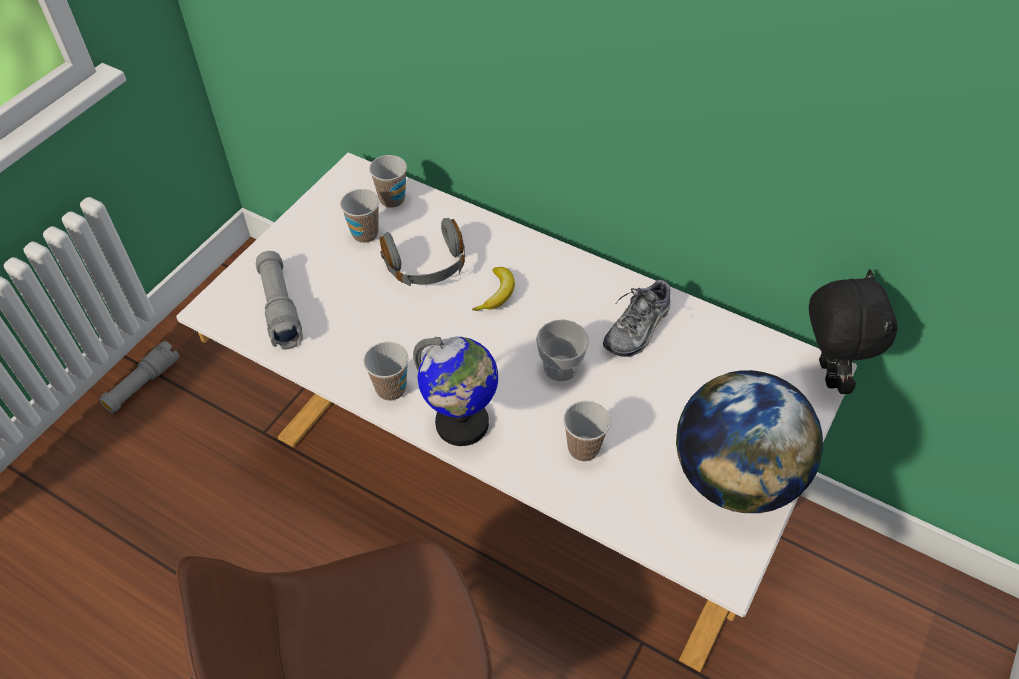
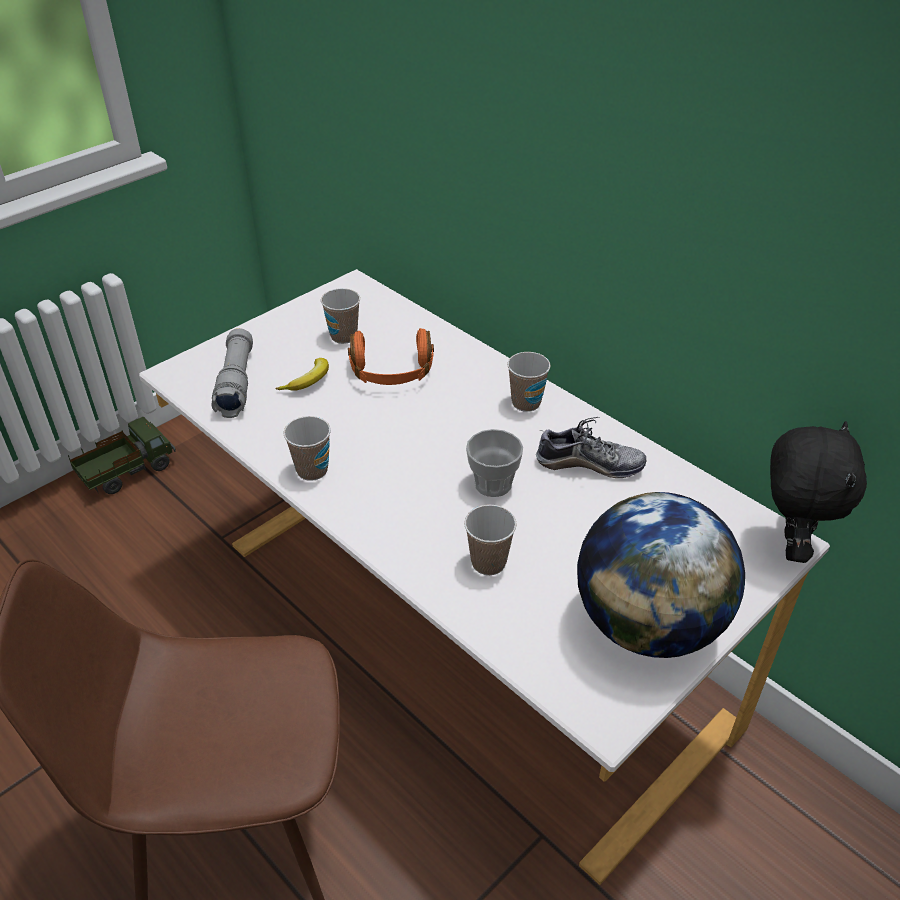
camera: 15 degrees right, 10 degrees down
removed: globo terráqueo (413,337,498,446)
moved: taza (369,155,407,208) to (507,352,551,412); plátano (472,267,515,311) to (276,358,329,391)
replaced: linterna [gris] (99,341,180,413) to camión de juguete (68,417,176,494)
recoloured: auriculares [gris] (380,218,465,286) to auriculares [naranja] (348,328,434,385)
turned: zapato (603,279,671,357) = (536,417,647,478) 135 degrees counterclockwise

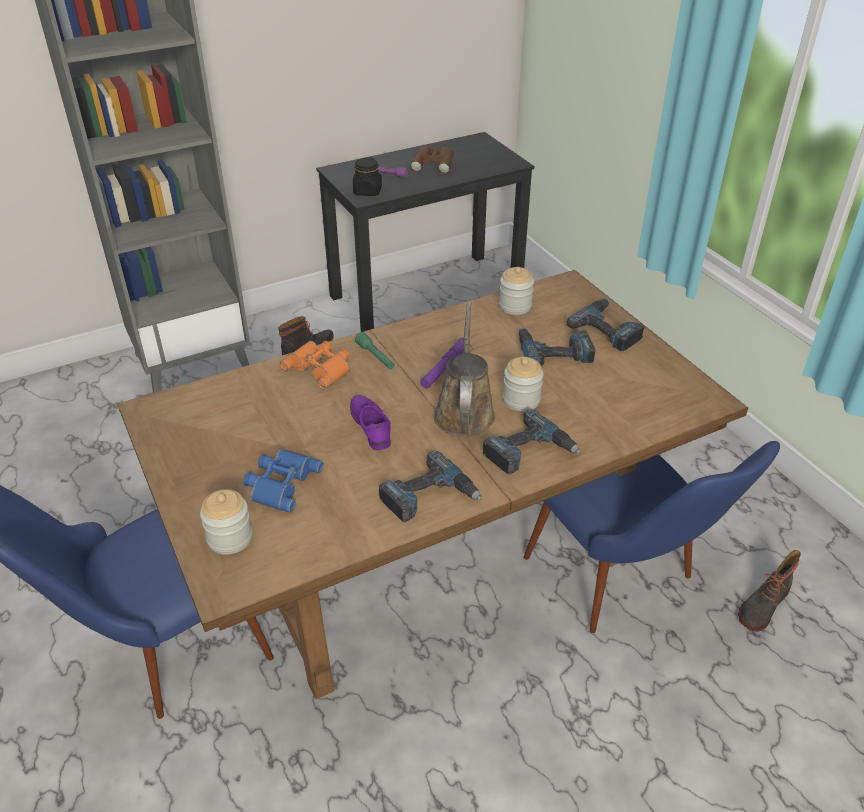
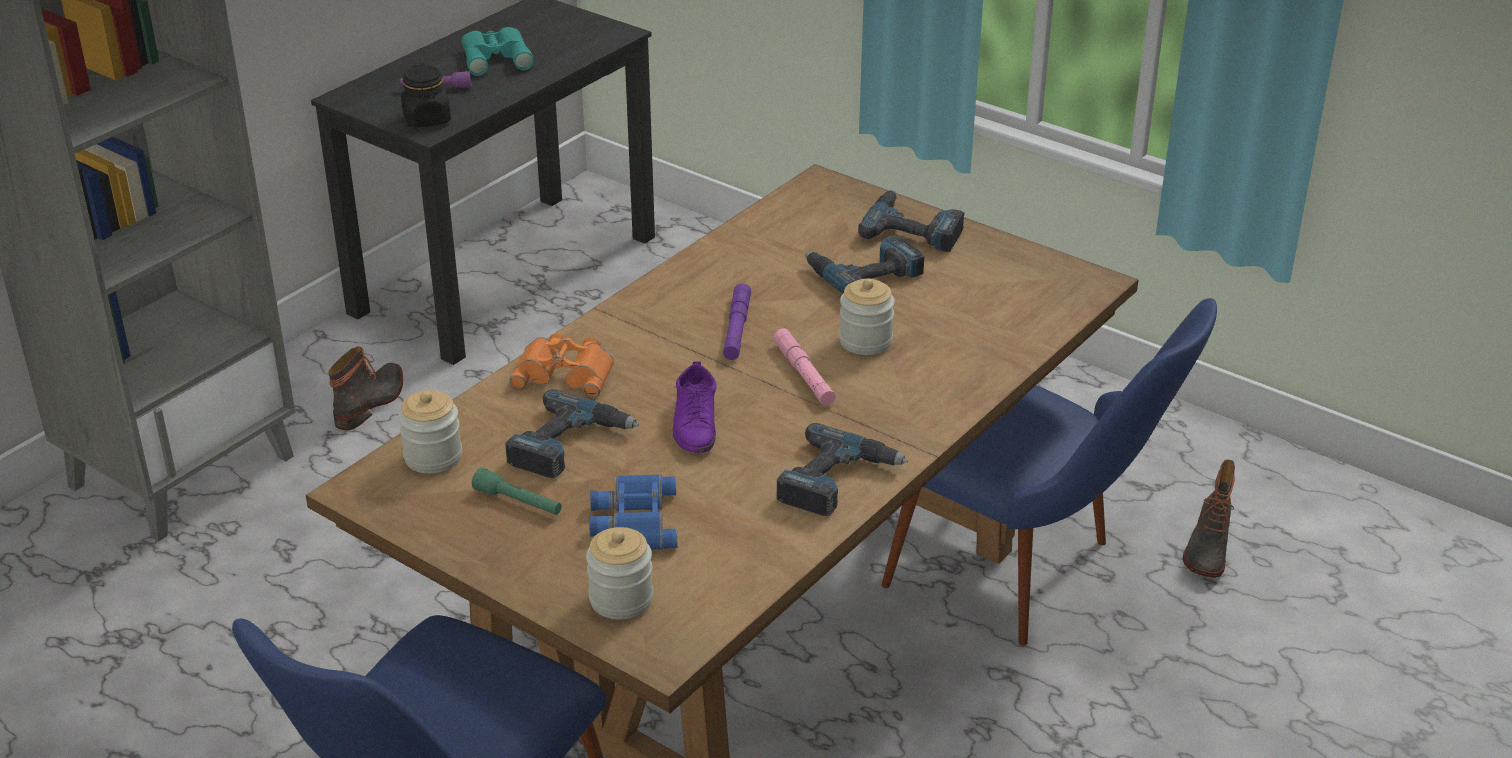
camera: 25 degrees left, 5 degrees down
moved: tarro (499,267,534,315) to (398,390,462,474); linterna [verde] (355,332,395,369) to (472,468,562,515); taladro (483,409,581,475) to (505,389,639,478)
replaced: regadera [marrón] (434,302,495,437) to linterna [rosa] (773,328,836,406)
recoloured: prismáticos [marrón] (410,145,454,174) to prismáticos [turquesa] (461,27,534,76)
turned: zapato [morado] (350,395,391,450) = (673,361,717,453) 135 degrees counterclockwise

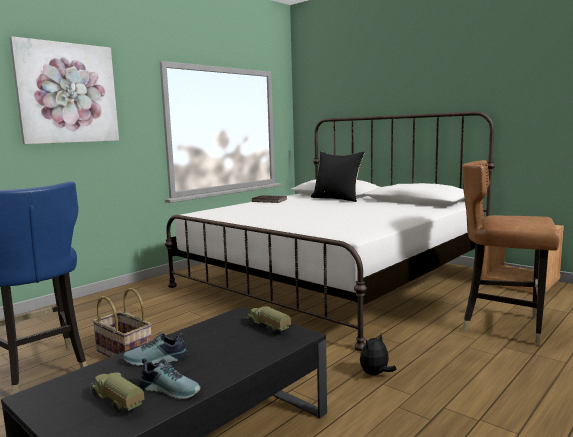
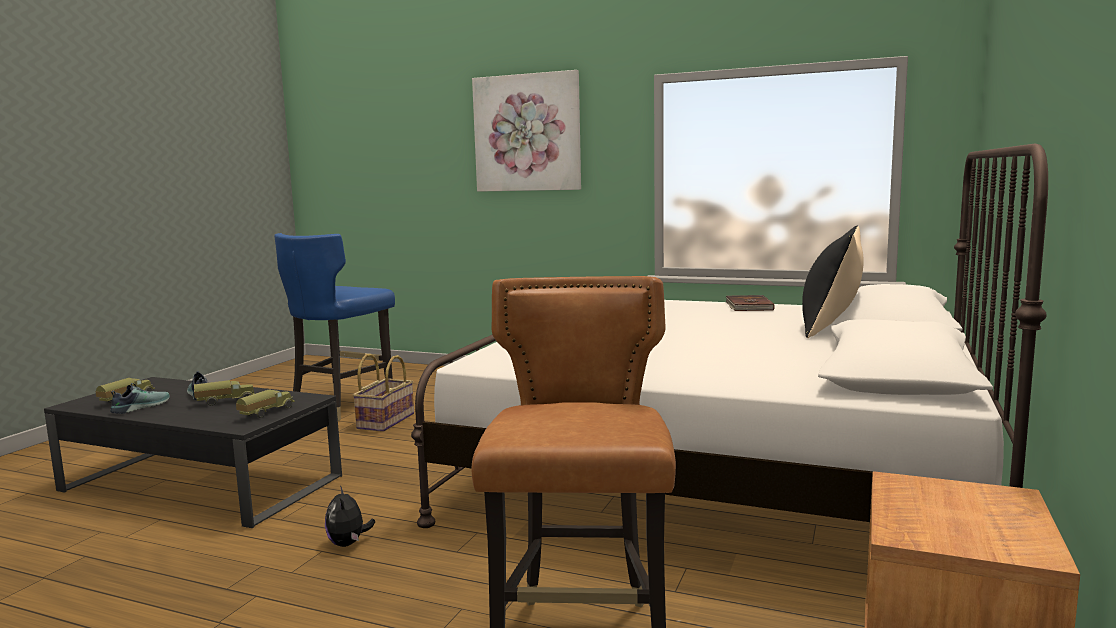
camera: 70 degrees right, 0 degrees up
added: camión de juguete (194,380,254,406)
turned: peluche (360,334,397,375) = (325,486,375,547) 135 degrees counterclockwise; zapato (139,358,201,399) = (110,383,170,414) 150 degrees counterclockwise

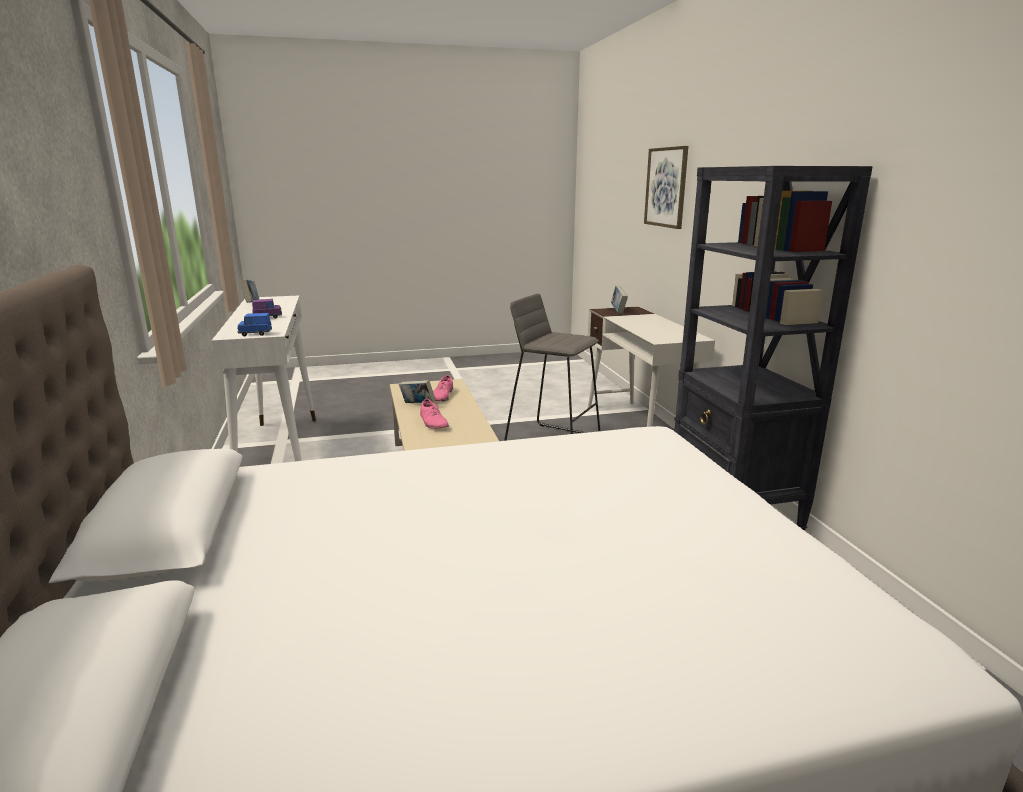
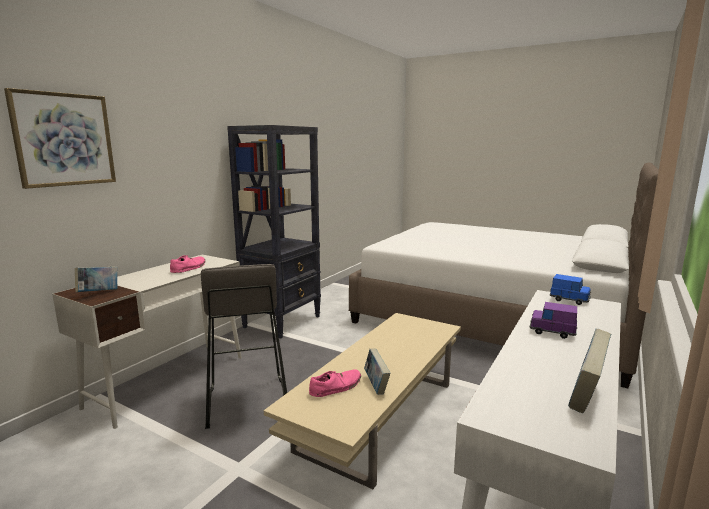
camera: 135 degrees left, 5 degrees down
moved: zapato [rosa] (420,399,449,429) to (170,255,205,273)

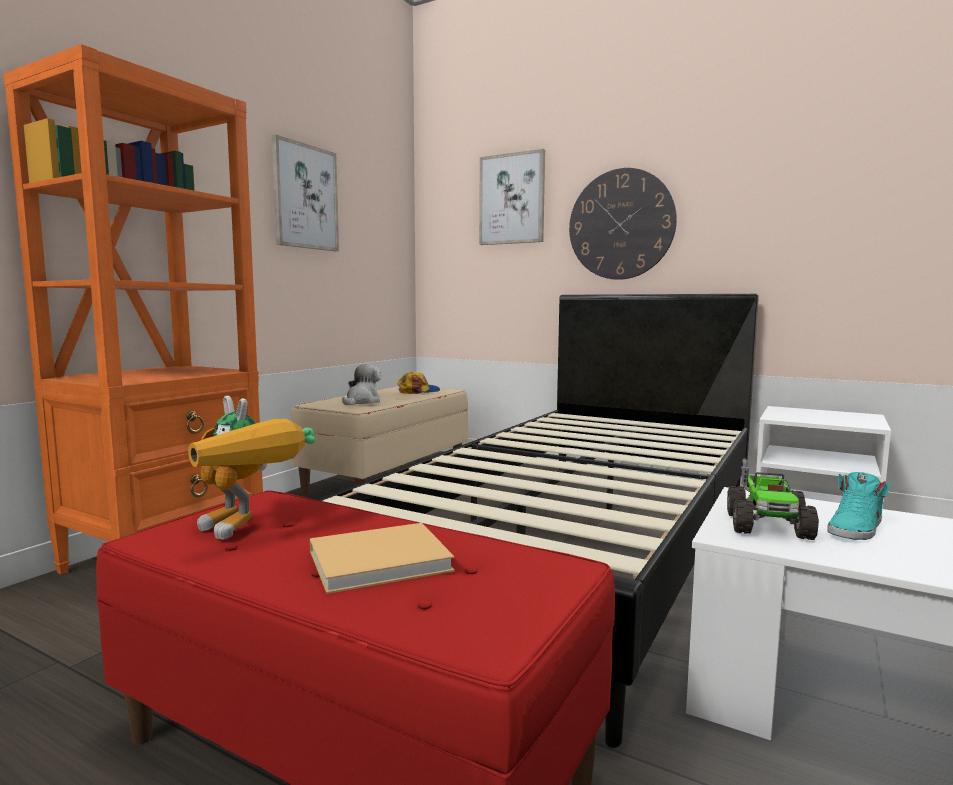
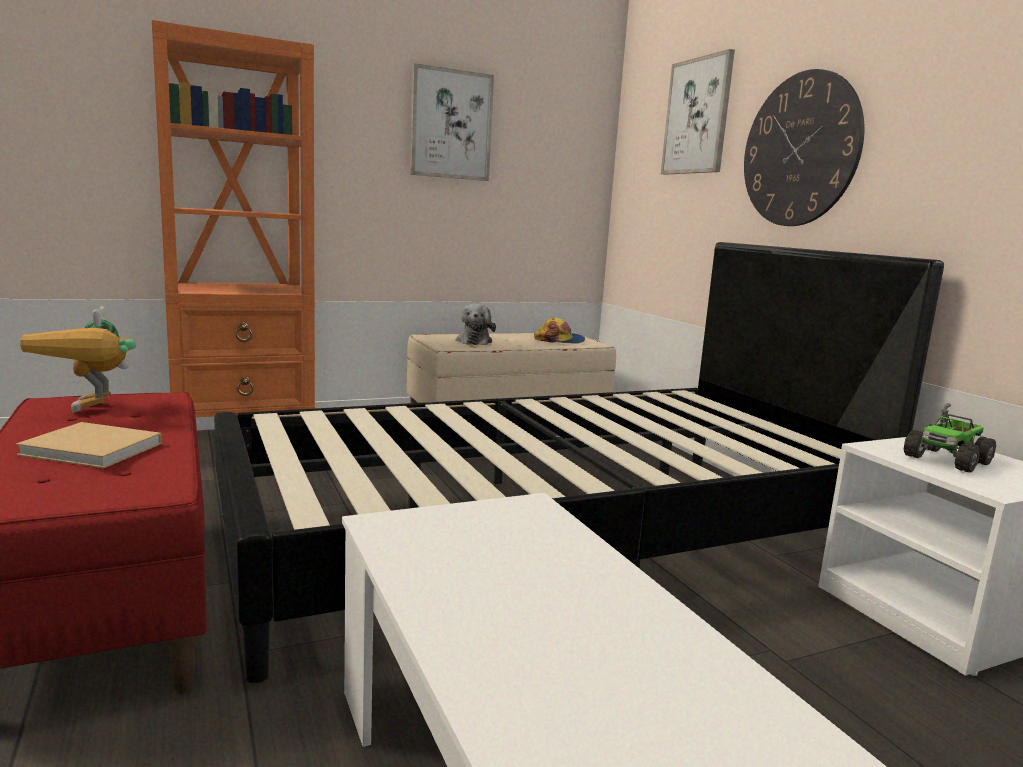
camera: 35 degrees right, 5 degrees up
removed: zapato [turquesa] (827,472,891,540)
moved: camión de juguete (727,458,819,540) to (904,403,996,473)
turned: peluche (342,364,381,405) = (456,303,496,345) 120 degrees clockwise

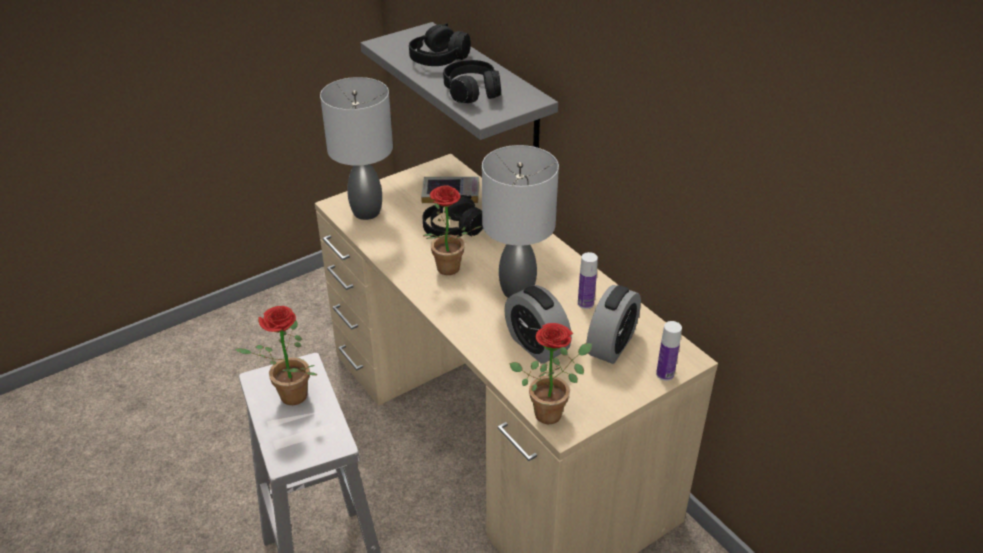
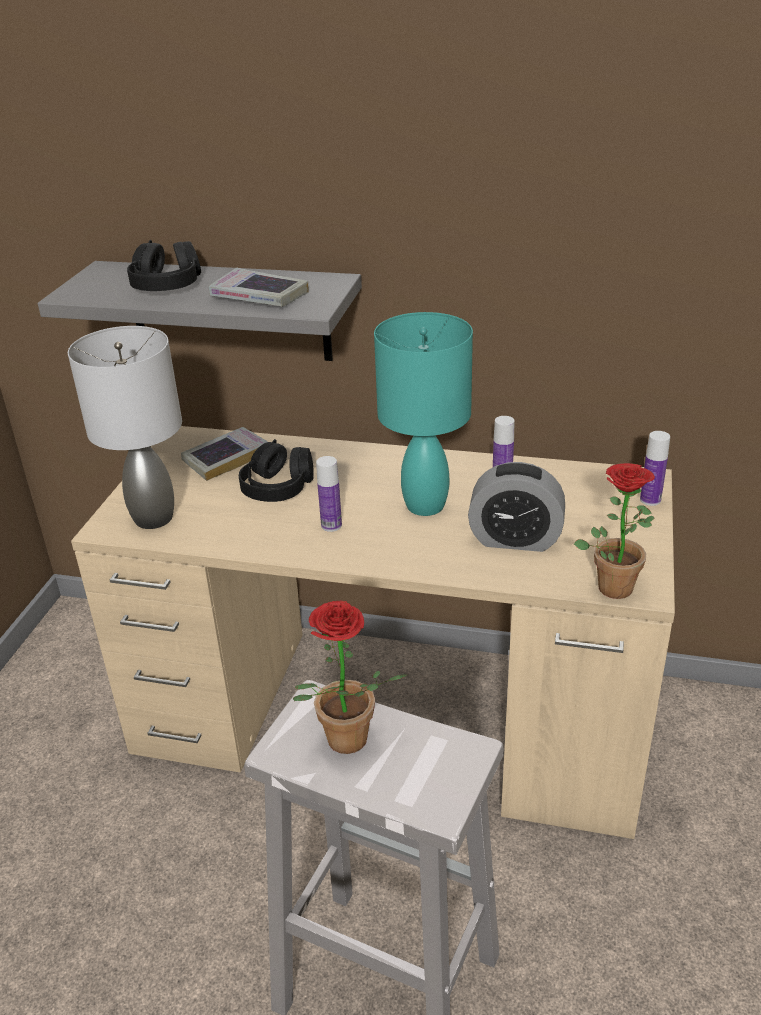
camera: 40 degrees left, 5 degrees down
removed: despertador (586,285,641,364)
replaced: auriculares [negro] (443,60,501,103) to libro (209,268,309,307); planta en maceta (423,185,482,275) to botella (316,456,342,532)
recoloured: lámpara de mesa [gris] (482,145,559,298) to lámpara de mesa [turquesa] (374,312,473,516)

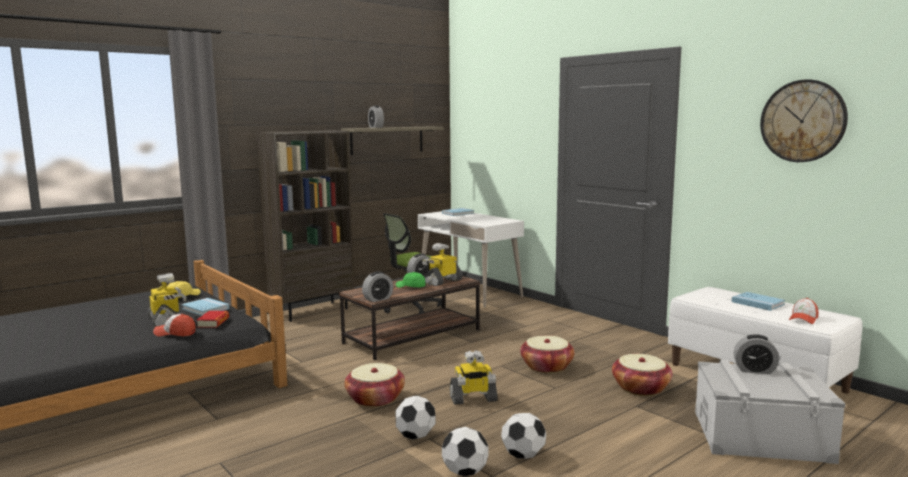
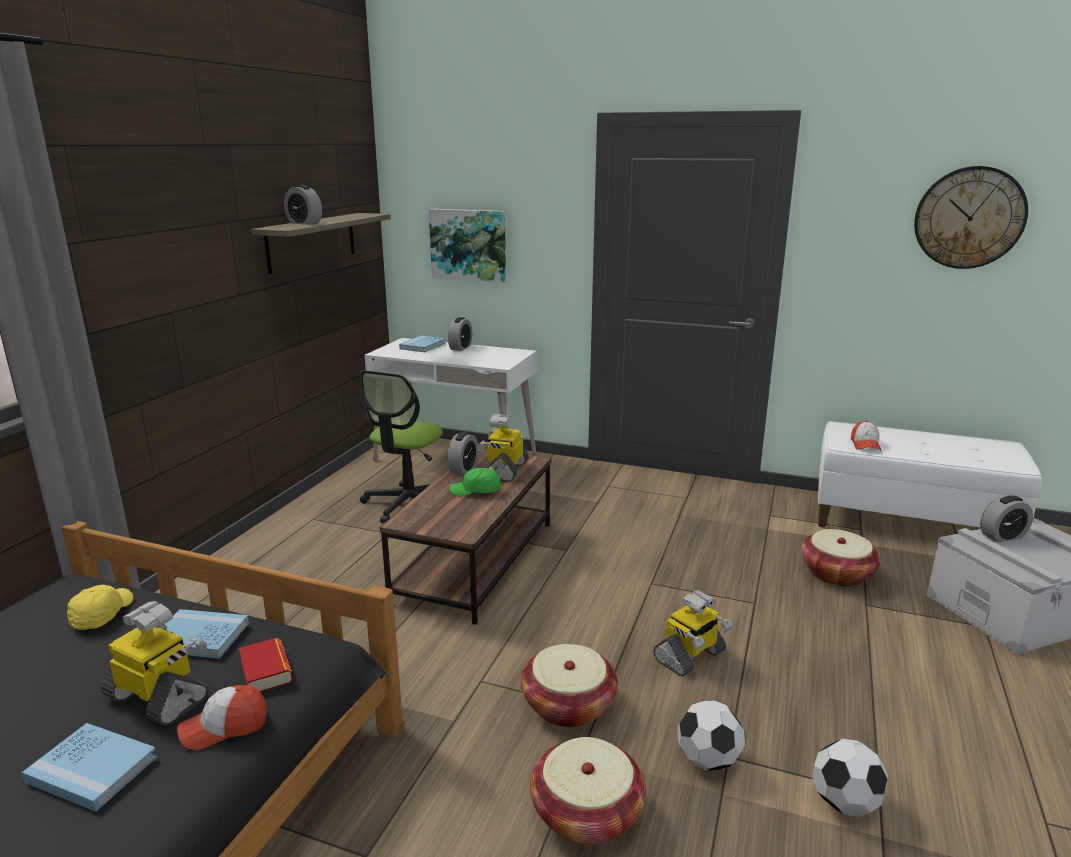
camera: 30 degrees left, 10 degrees up
removed: estantería [marrón] (257,130,354,322); balón de fútbol (501,413,546,459)
added: cuadro (429,209,506,283)
moved: despertador (362,271,393,302) to (448,317,472,351); libro [azul] (731,292,785,311) to (22,723,157,811); gorra (789,298,819,324) to (851,421,882,451); cesta (520,336,574,373) to (530,737,646,846)

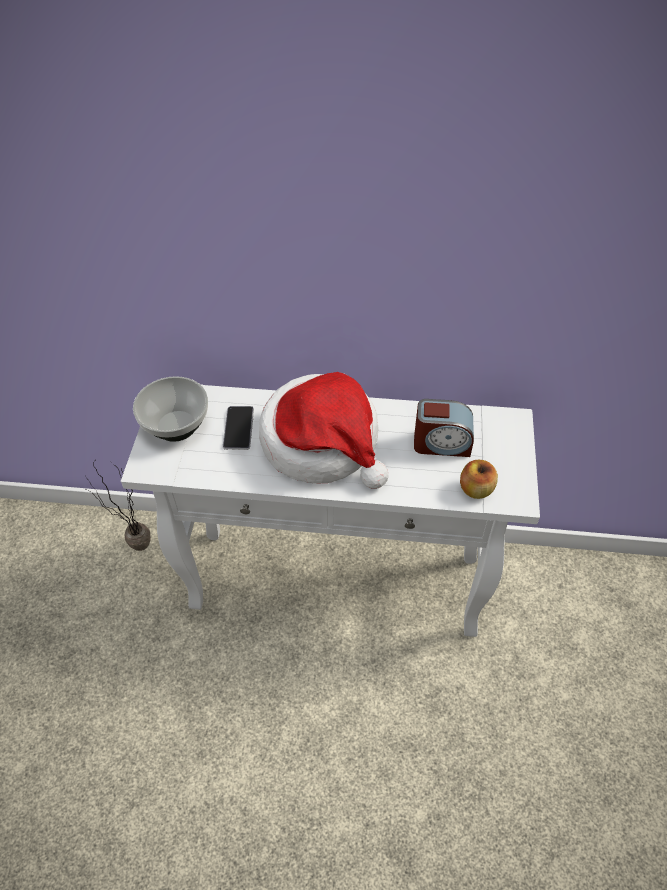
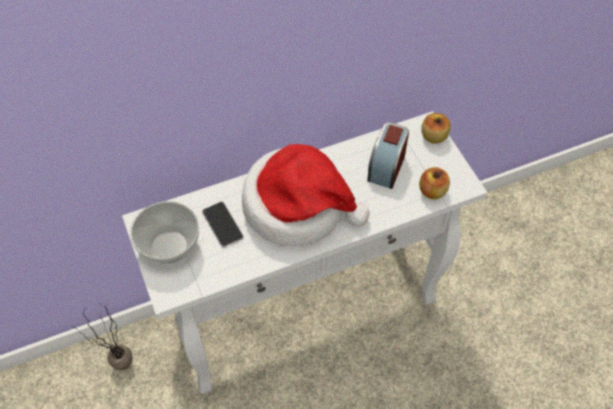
camera: 30 degrees left, 5 degrees up
added: manzana (421,113,450,144)
turned: despertador (414,399,474,457) = (367,122,409,189) 135 degrees clockwise

